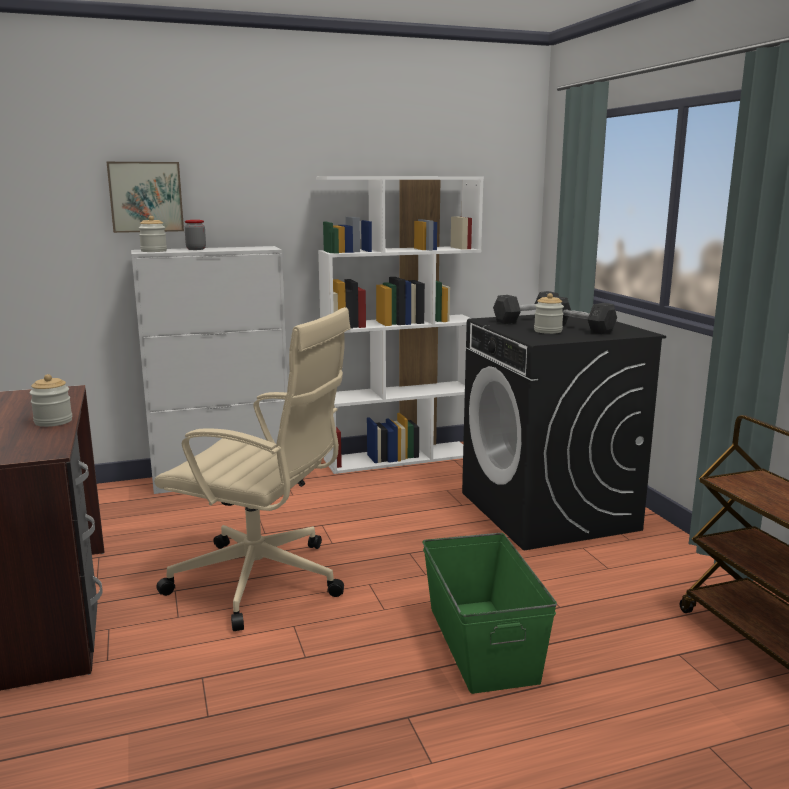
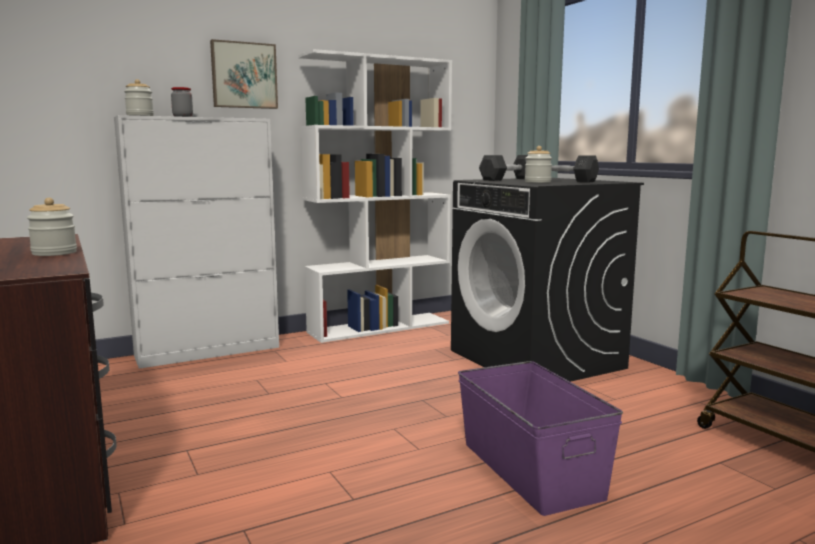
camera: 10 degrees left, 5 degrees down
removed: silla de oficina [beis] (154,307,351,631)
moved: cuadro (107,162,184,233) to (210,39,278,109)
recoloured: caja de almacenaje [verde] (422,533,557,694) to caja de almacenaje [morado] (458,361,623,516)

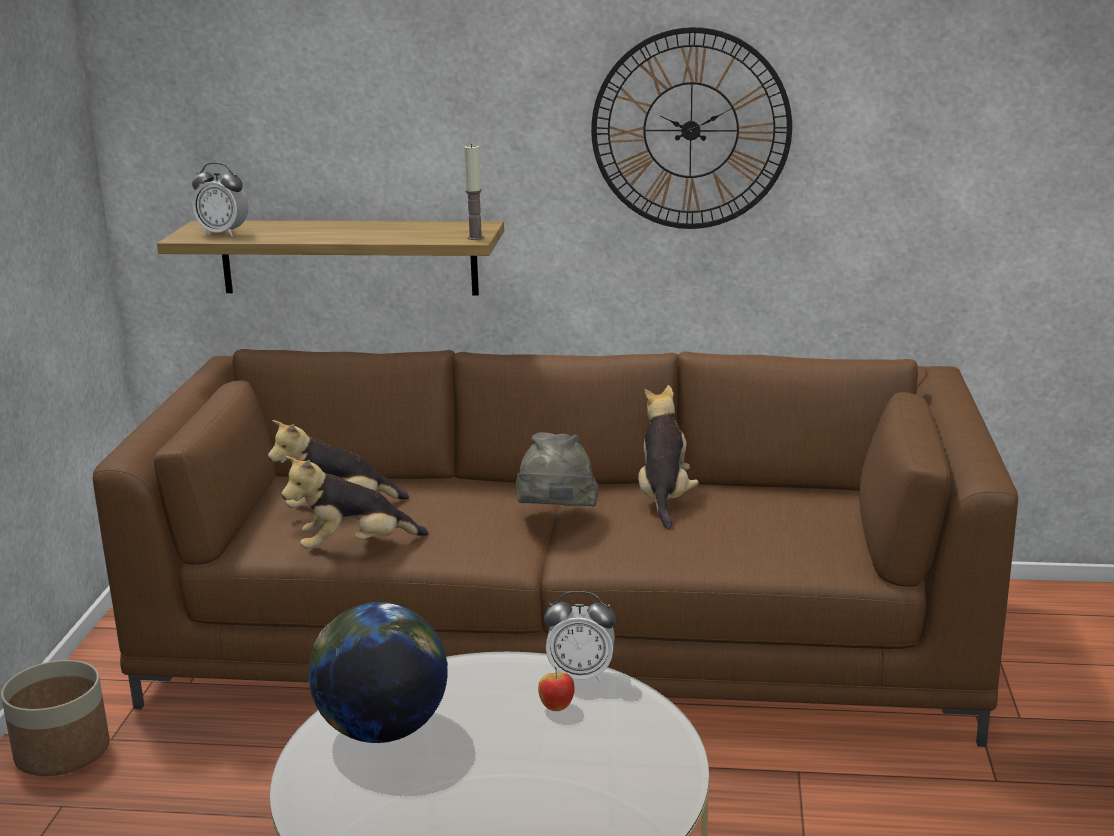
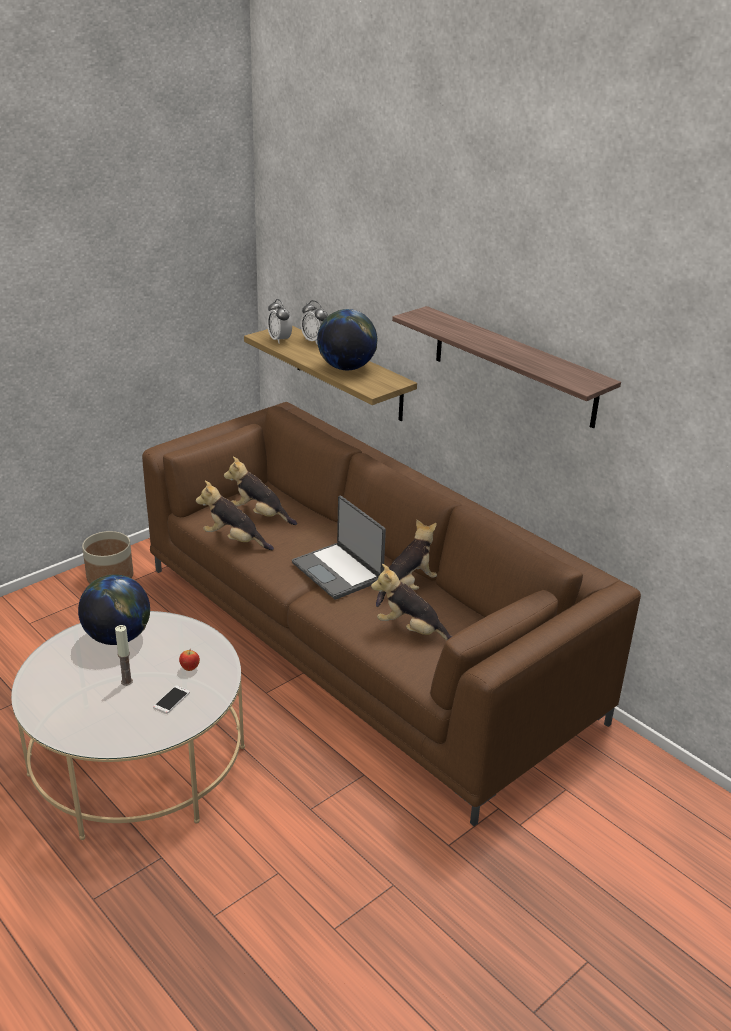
camera: 40 degrees right, 10 degrees up
added: globo terráqueo (317,309,378,370); peluche (371,564,452,640); móvil (153,685,190,713)
moved: vela (464,144,484,240) to (115,625,133,686); despertador (544,591,616,682) to (301,300,328,345)
replaced: reloj de pared (591,27,792,229) to estante (392,306,621,429); sombrero [gris] (516,432,599,507) to portátil (292,496,386,600)

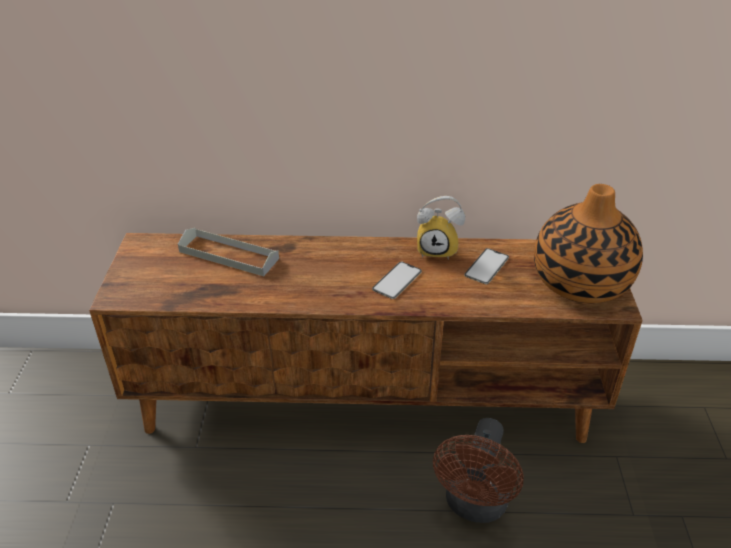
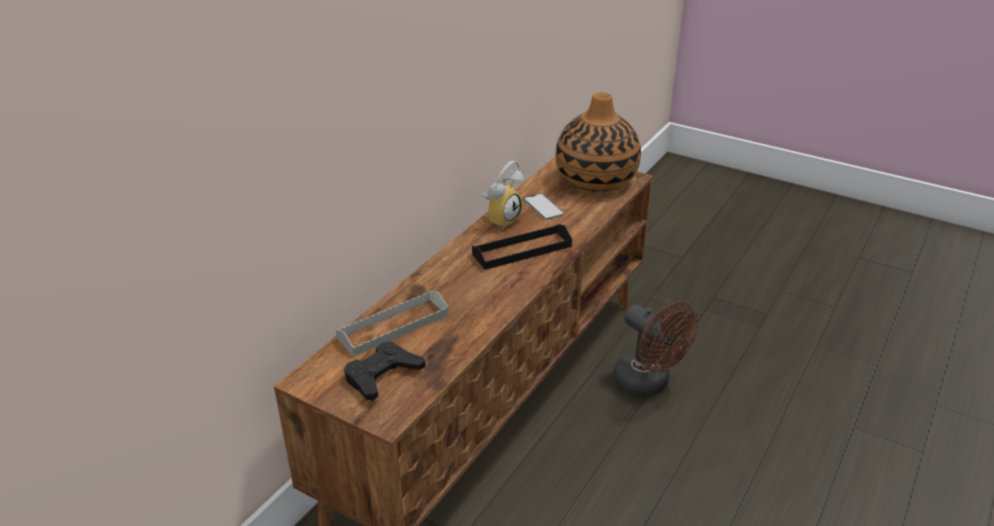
camera: 60 degrees left, 5 degrees down
added: mando de consola [negro] (344,341,426,401)
replaced: móvil (372,262,422,299) to bandeja [negro] (472,224,572,270)

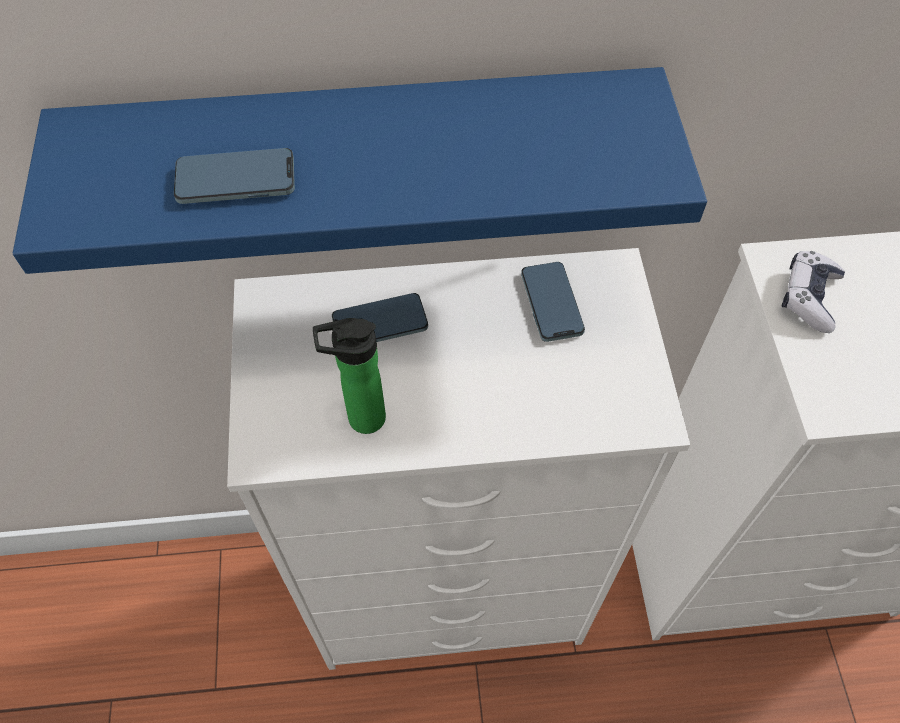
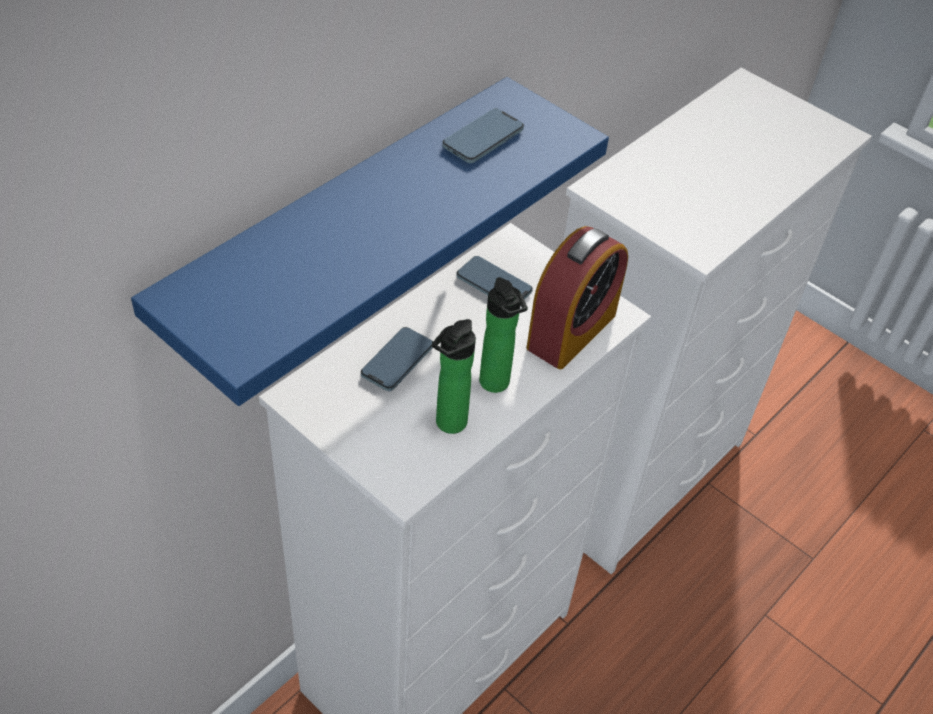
camera: 45 degrees left, 10 degrees down
removed: mando de consola (781,251,845,333)
added: despertador (527,226,628,369); botella (479,277,528,393)
moved: móvil (174,148,295,204) to (442,108,524,163)

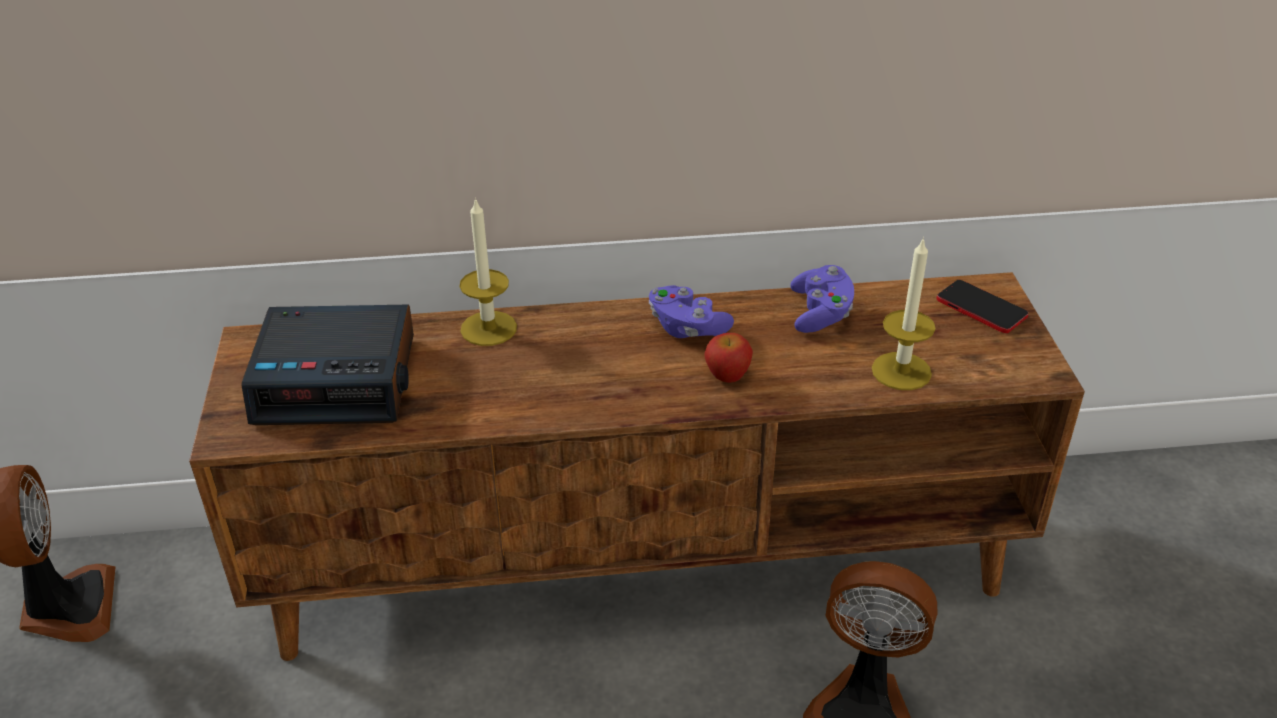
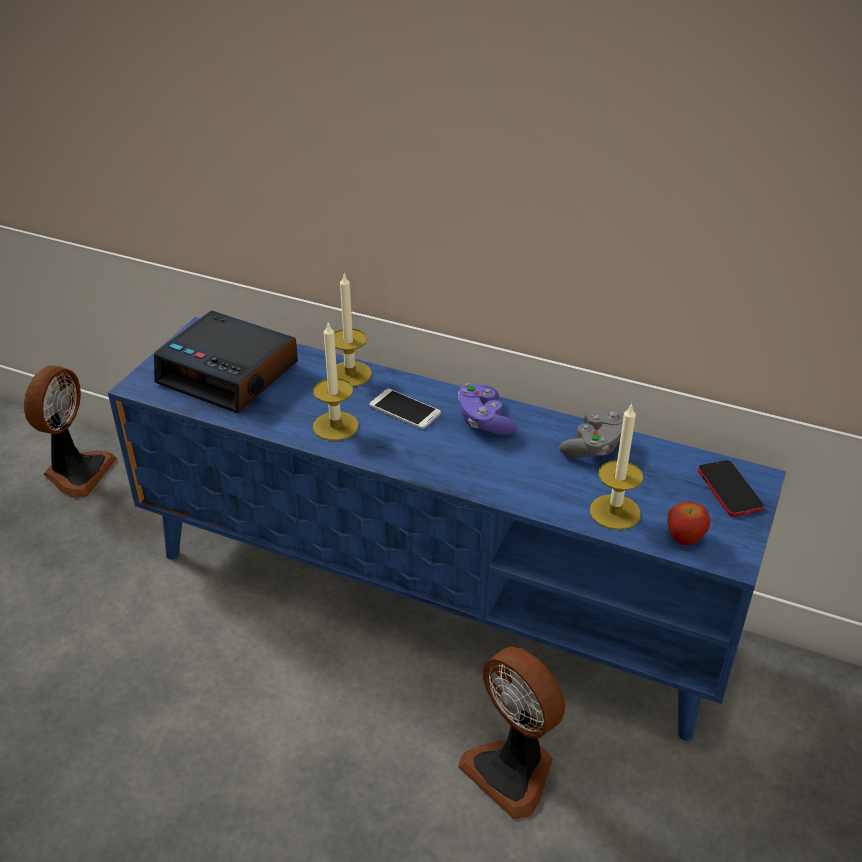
camera: 30 degrees right, 0 degrees up
added: vela (313,322,358,441); móvil (370,389,441,429)
moved: manzana (705,333,753,383) to (667,502,710,546)
recoloured: mando de consola [morado] (790,265,854,333) to mando de consola [gris] (559,410,624,458); mueble de televisión [marrón] (189,272,1085,661) to mueble de televisión [azul] (108,317,787,741)

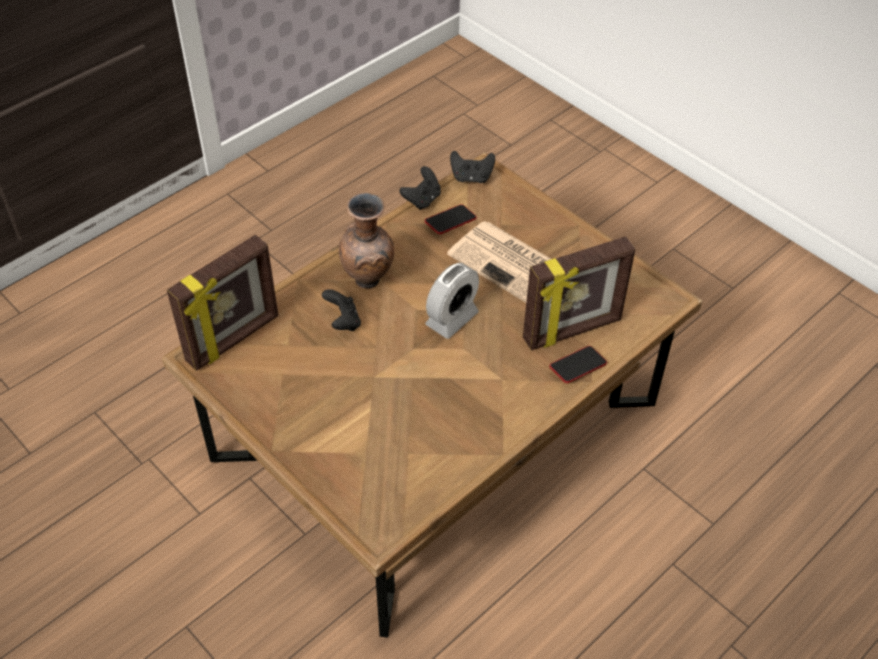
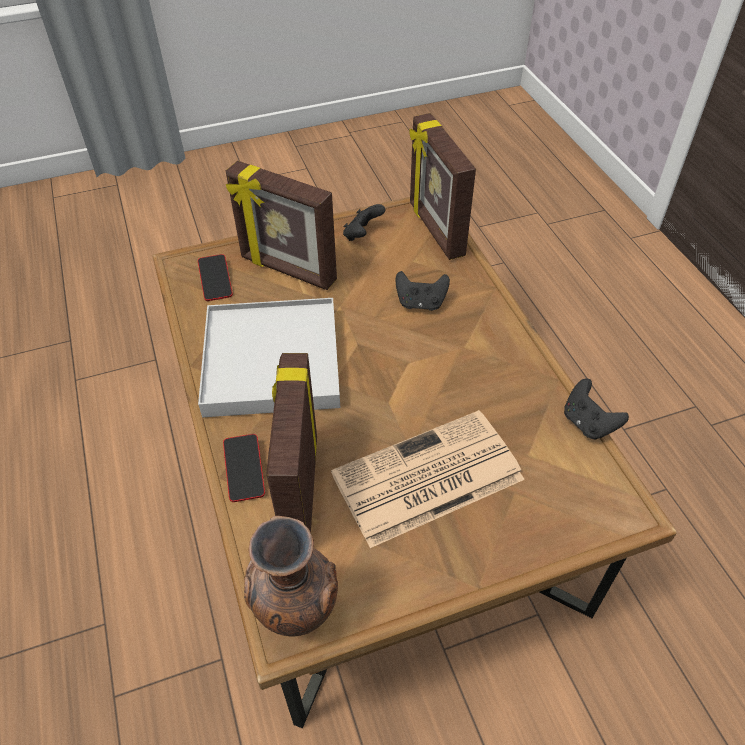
camera: 115 degrees right, 0 degrees up
removed: despertador (425,263,479,339)
added: portarretratos (226,161,337,290); bandeja [blanco] (198,298,340,417)
moved: mando de consola [negro] (450,151,495,183) to (343,204,385,241); florero [marrón] (338,193,394,289) to (244,516,338,637); móvil (425,205,476,234) to (198,254,233,301)

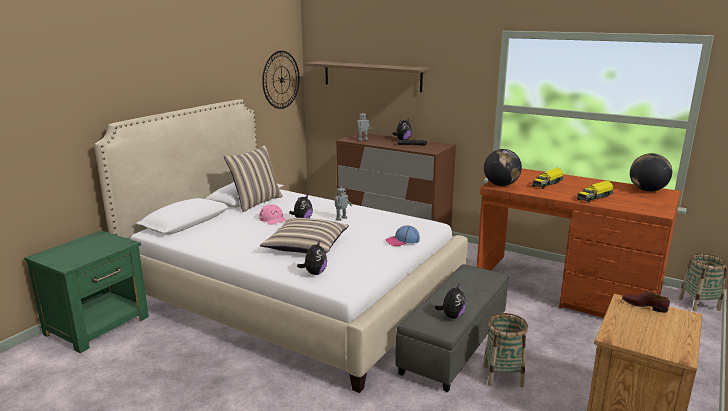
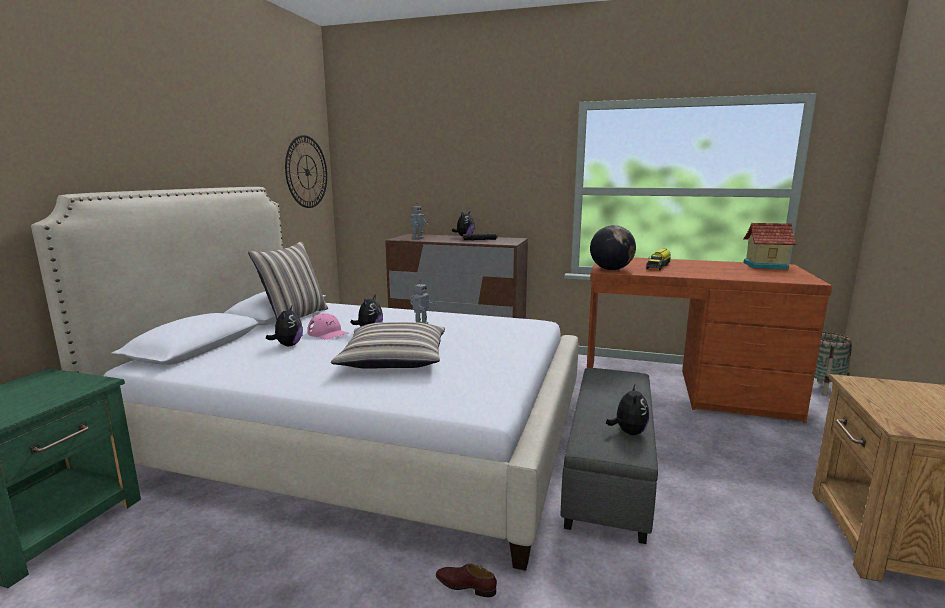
camera: 15 degrees left, 5 degrees down
removed: estante (305,61,431,92); camión de juguete (577,181,613,203); gorra (385,225,420,246); cesta (483,313,528,387)
moved: peluche (297,240,327,275) to (266,306,303,346); zapato [marrón] (622,291,670,313) to (436,564,497,597)
replaced: globo terráqueo (630,153,672,192) to casita (743,223,797,270)

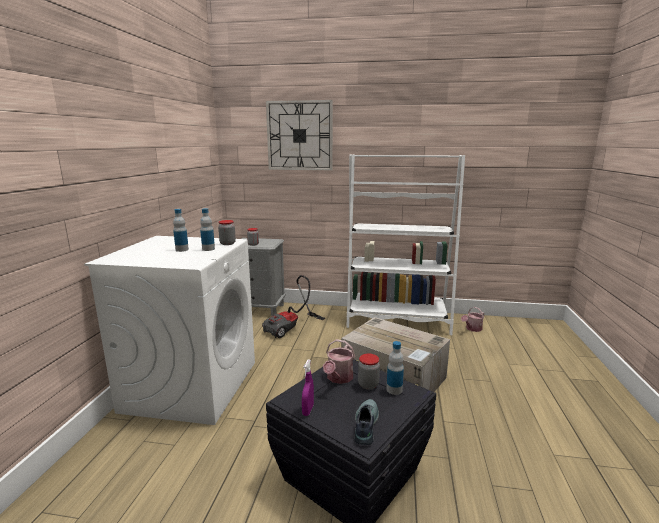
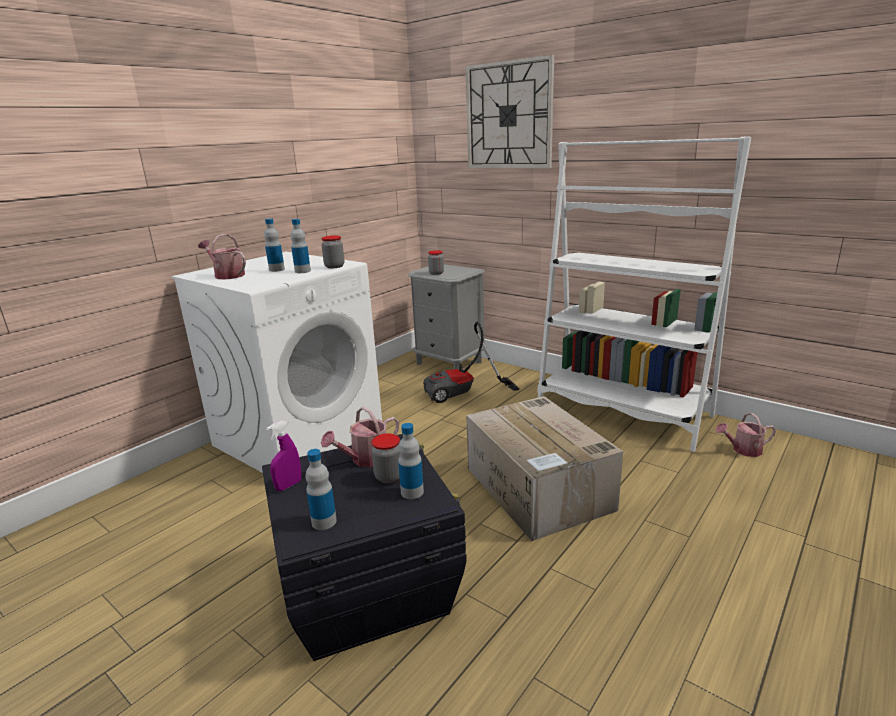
camera: 30 degrees right, 5 degrees up
added: regadera (198,234,246,279)
replaced: zapato (355,399,379,445) to botella (305,449,337,530)

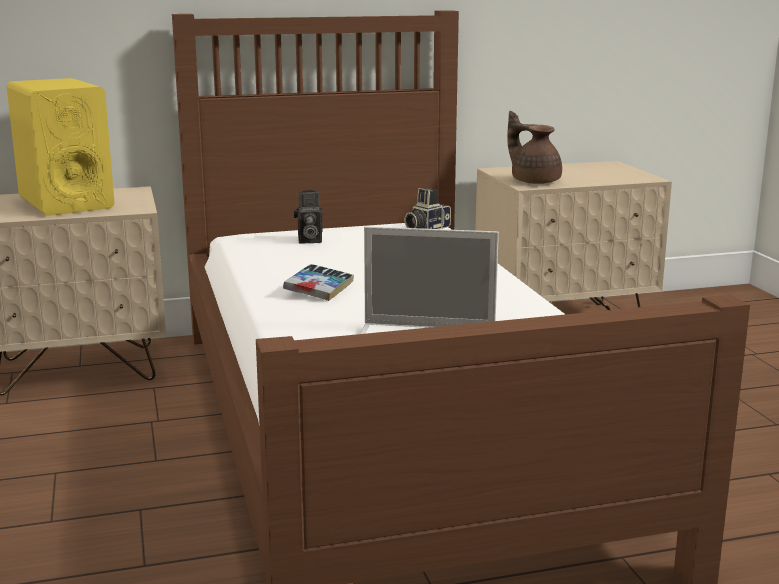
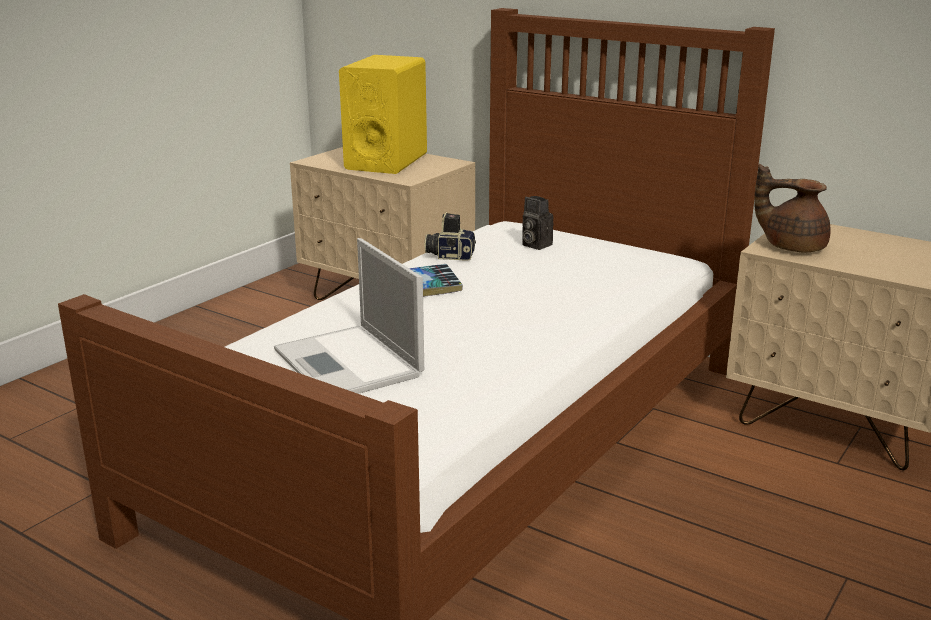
camera: 50 degrees right, 5 degrees up
moved: cámara (404,188,451,229) to (425,212,476,261)
turned: tetera [marrón] (507,111,562,184) = (754,164,831,252) 75 degrees counterclockwise

